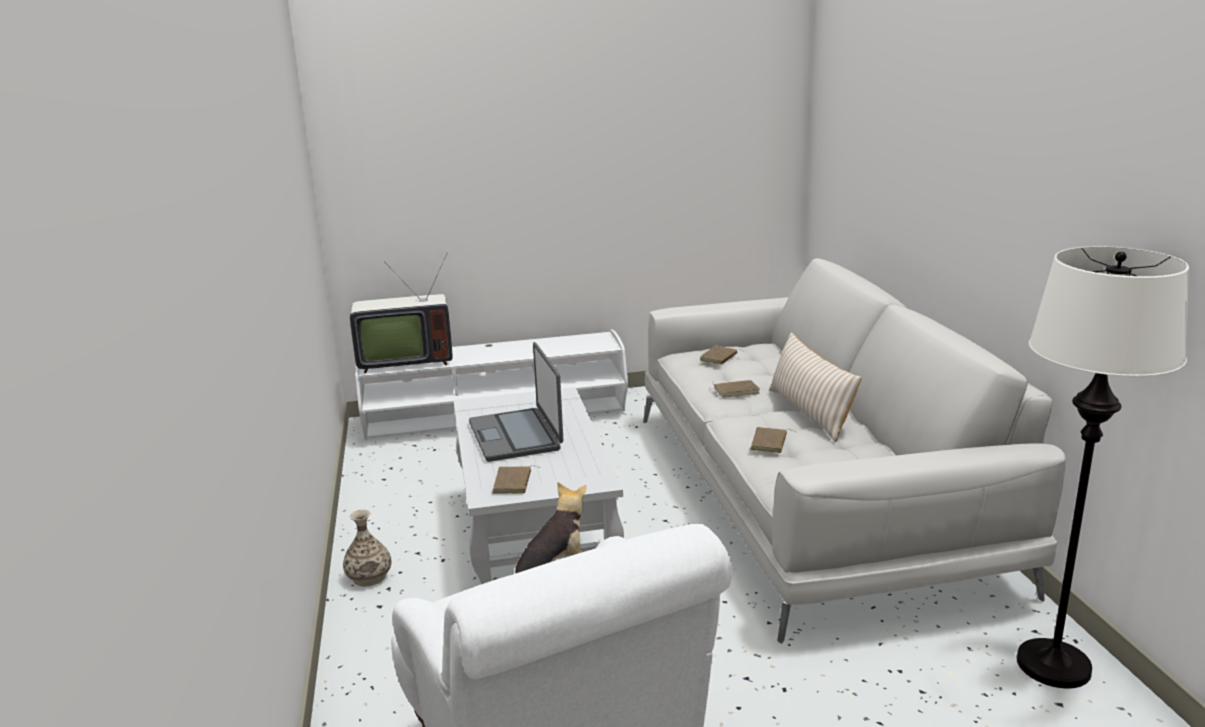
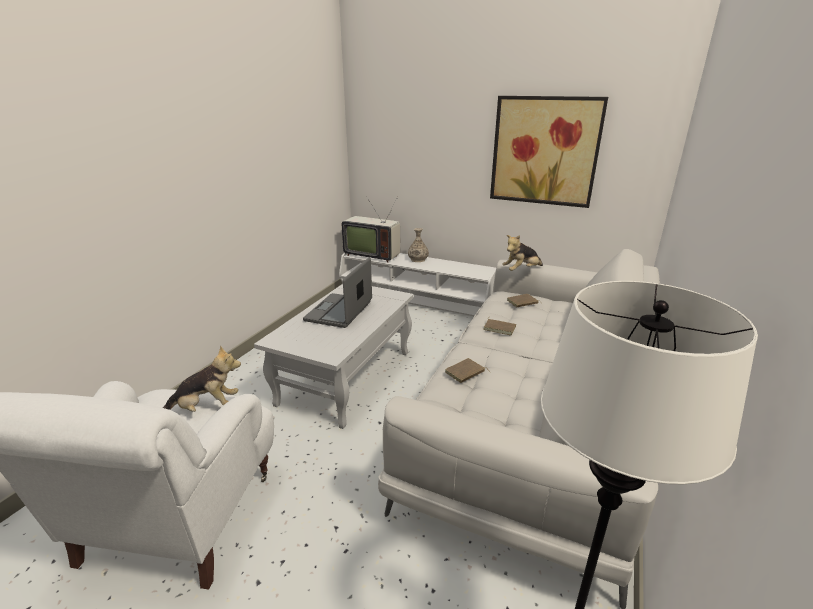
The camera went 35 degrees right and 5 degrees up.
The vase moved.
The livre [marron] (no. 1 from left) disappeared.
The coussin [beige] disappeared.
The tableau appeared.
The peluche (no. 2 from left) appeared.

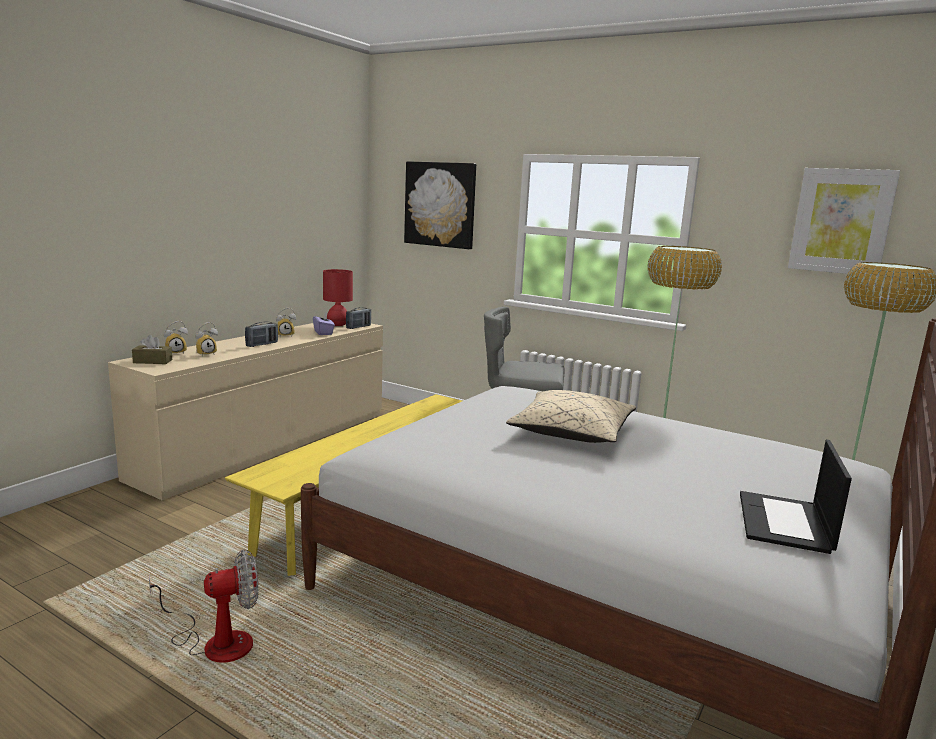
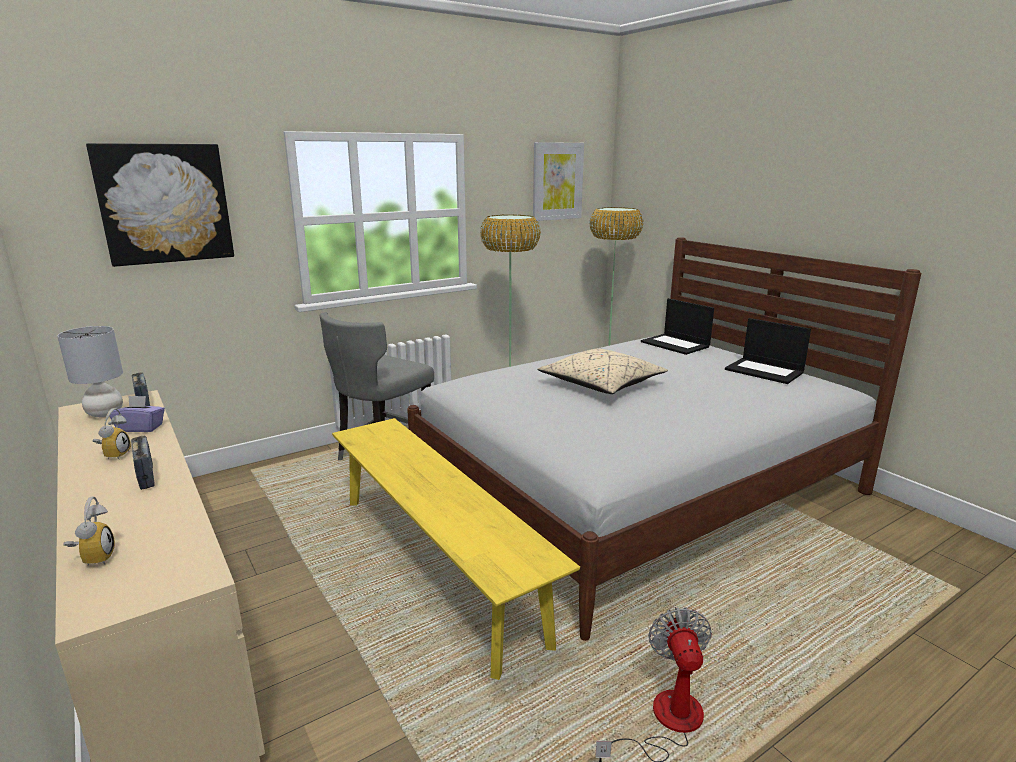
The camera went 65 degrees left and 5 degrees up.
The boîte à mouchoirs [marron] disappeared.
The réveil (no. 2 from left) disappeared.
The lampe de table [rouge] became the lampe de table [gris].
The ordinateur portable (no. 1 from left) appeared.

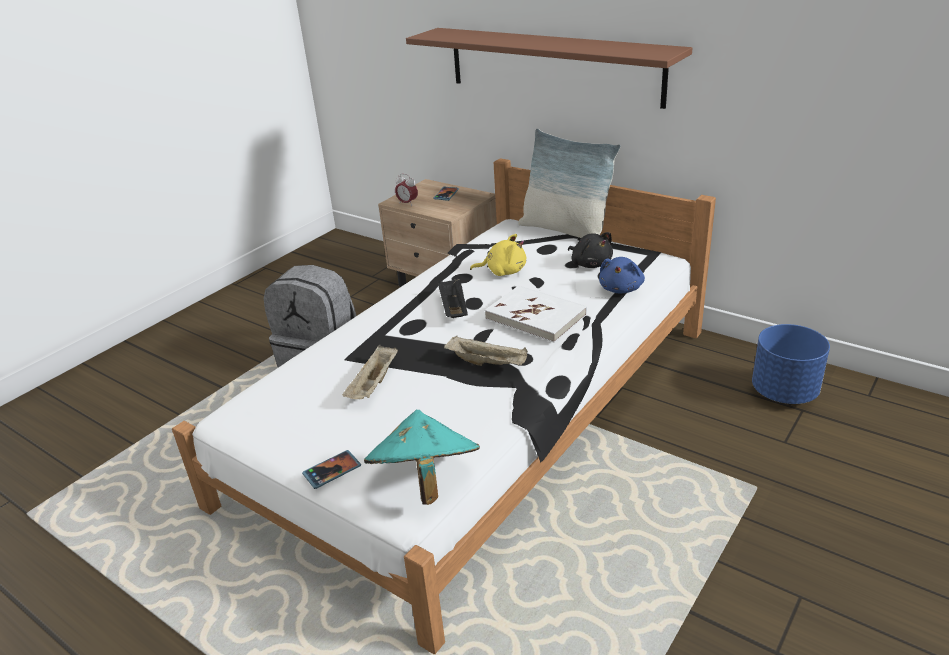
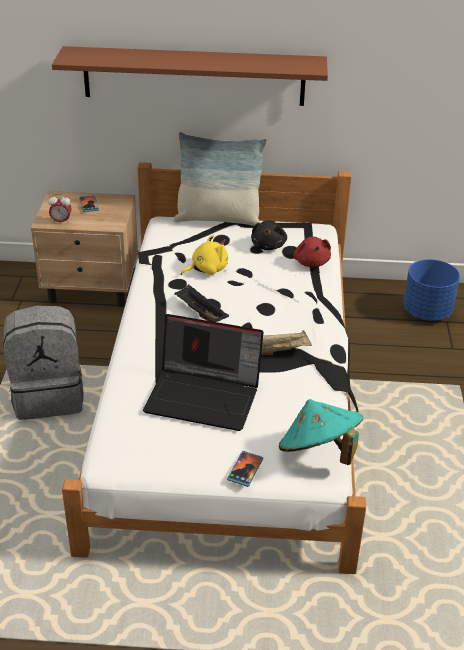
The camera went 35 degrees left and 5 degrees up.
The plateau [beige] (no. 1 from left) was replaced by the ordinateur portable.
The livre [blanc] disappeared.
The peluche [noir] turned 75 degrees clockwise.
The peluche [bleu] became the peluche [rouge].

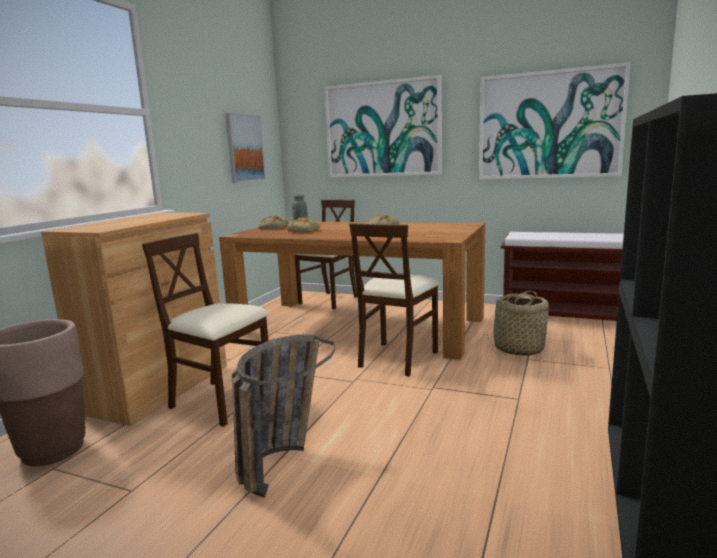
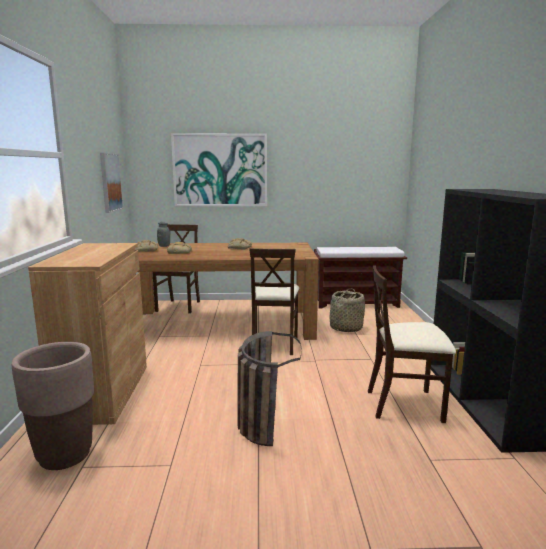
The camera went 25 degrees left and 0 degrees up.
The chaise [beige] (no. 1 from left in the first image) moved.
The tableau (no. 3 from left) disappeared.

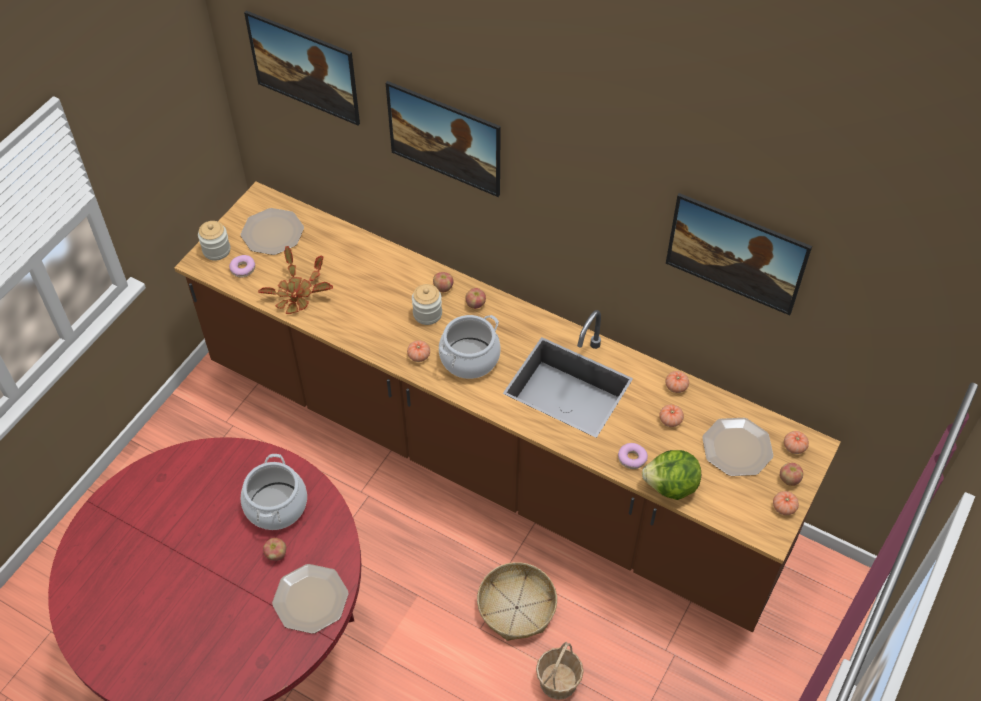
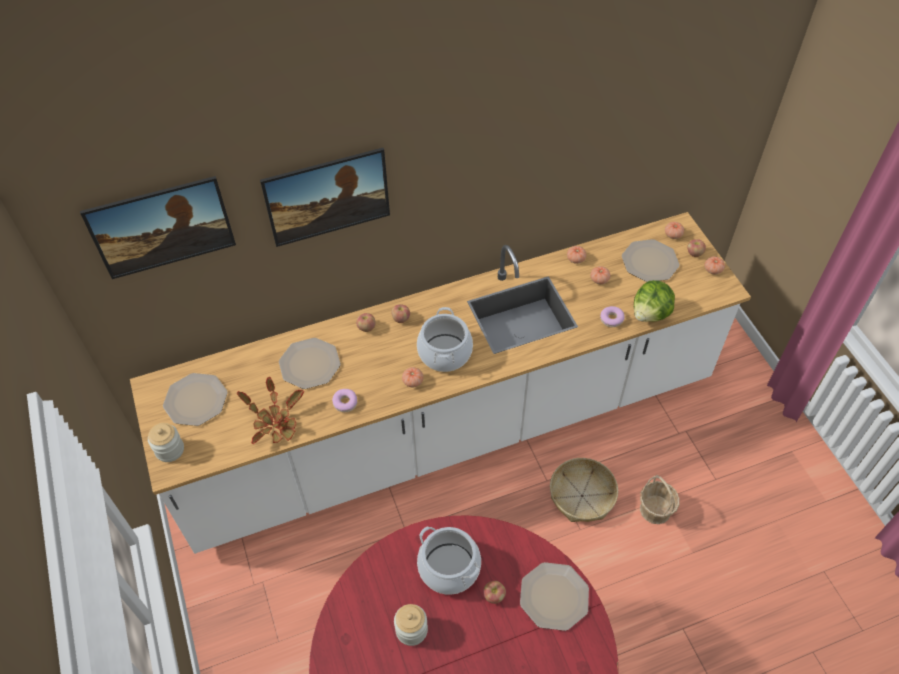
The camera went 50 degrees left and 0 degrees up.
The comptoir de cuisine [marron] became the comptoir de cuisine [blanc].
The beignet (no. 1 from left) moved.
The bocal (no. 2 from left) moved.
The tableau (no. 3 from left) disappeared.
The assiette (no. 2 from left) appeared.

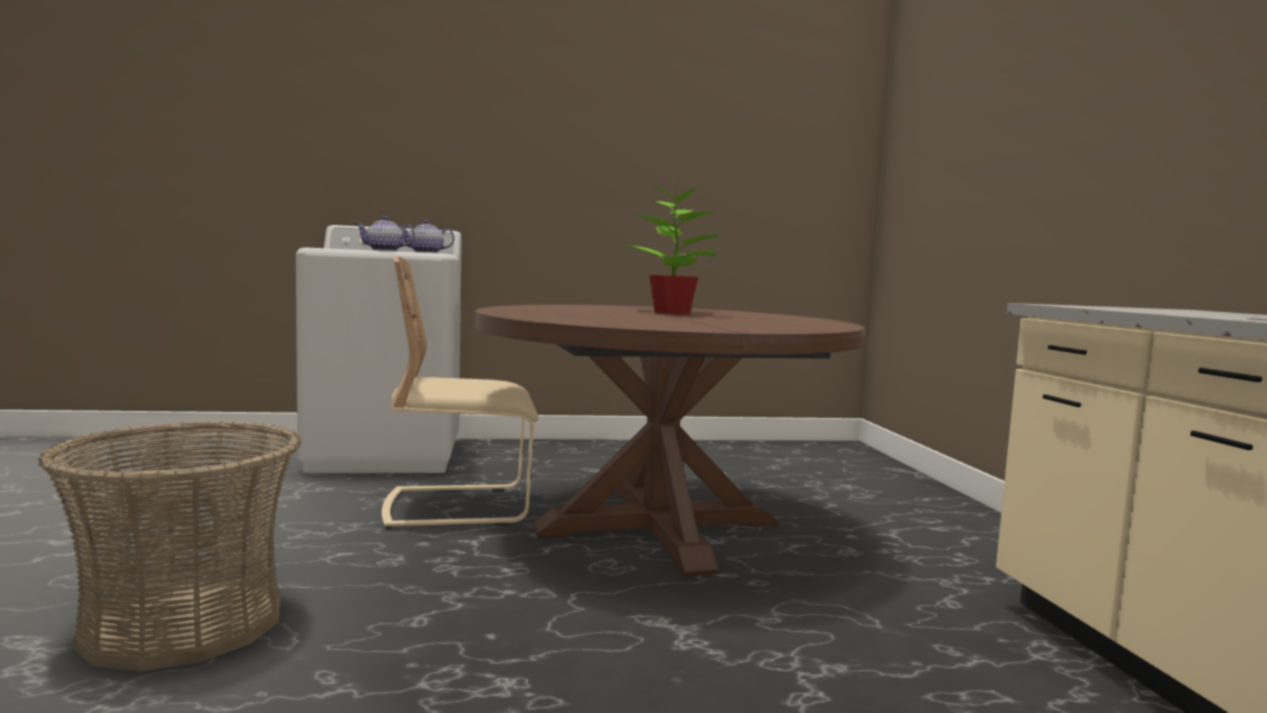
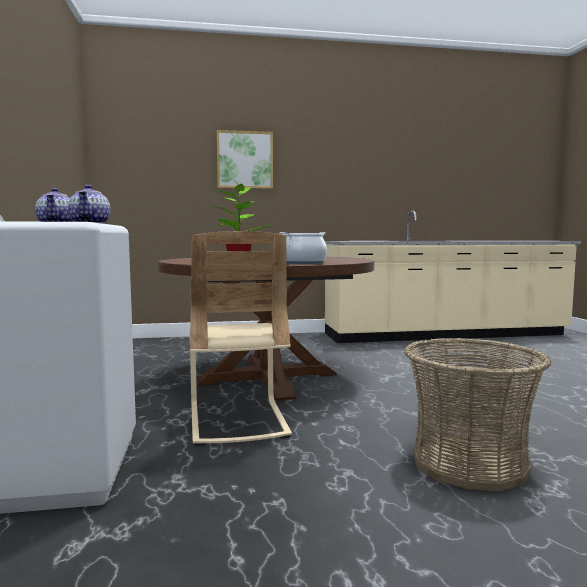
The camera went 90 degrees left and 0 degrees up.
The tableau appeared.
The marmite appeared.

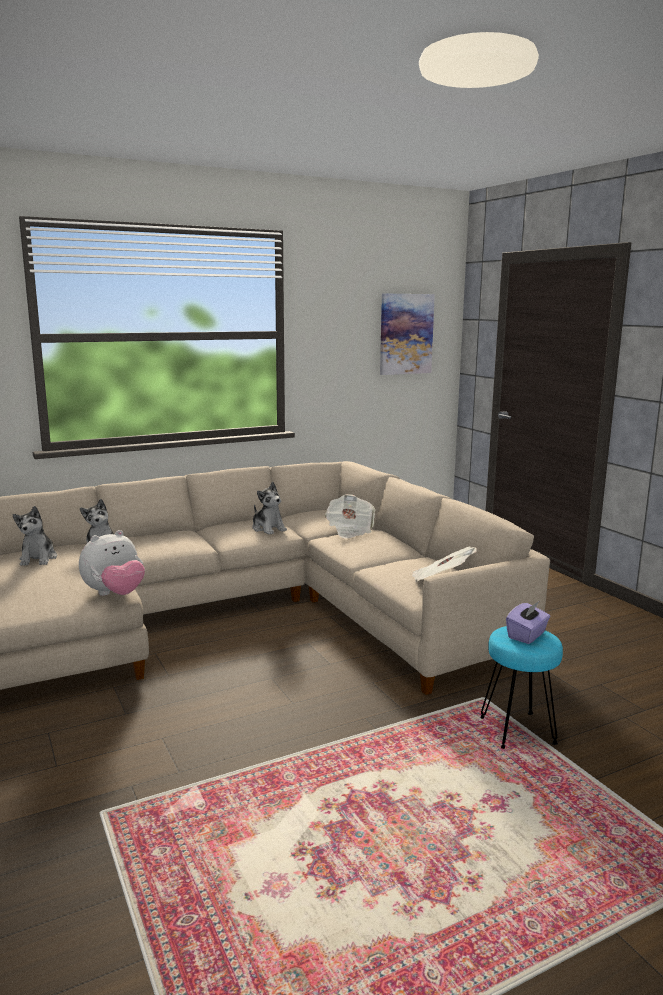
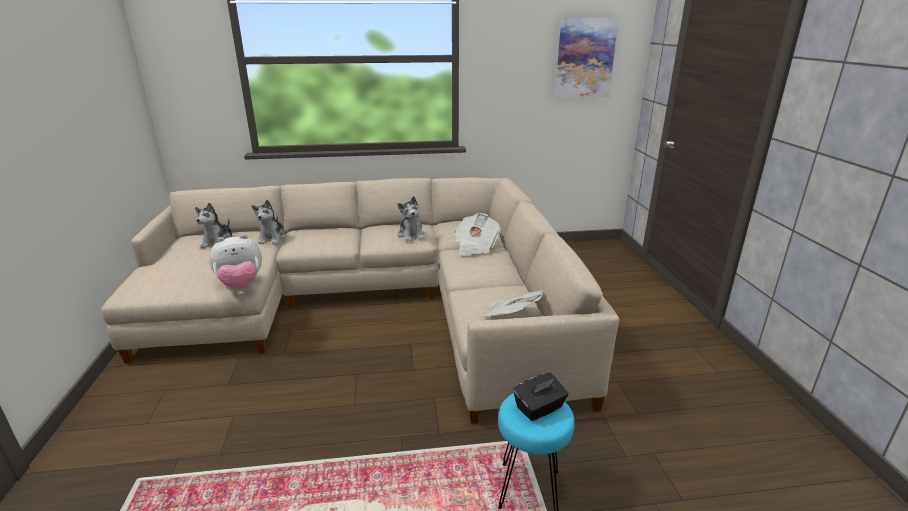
The camera went 20 degrees right and 10 degrees up.
The boîte à mouchoirs [violet] became the boîte à mouchoirs [noir].

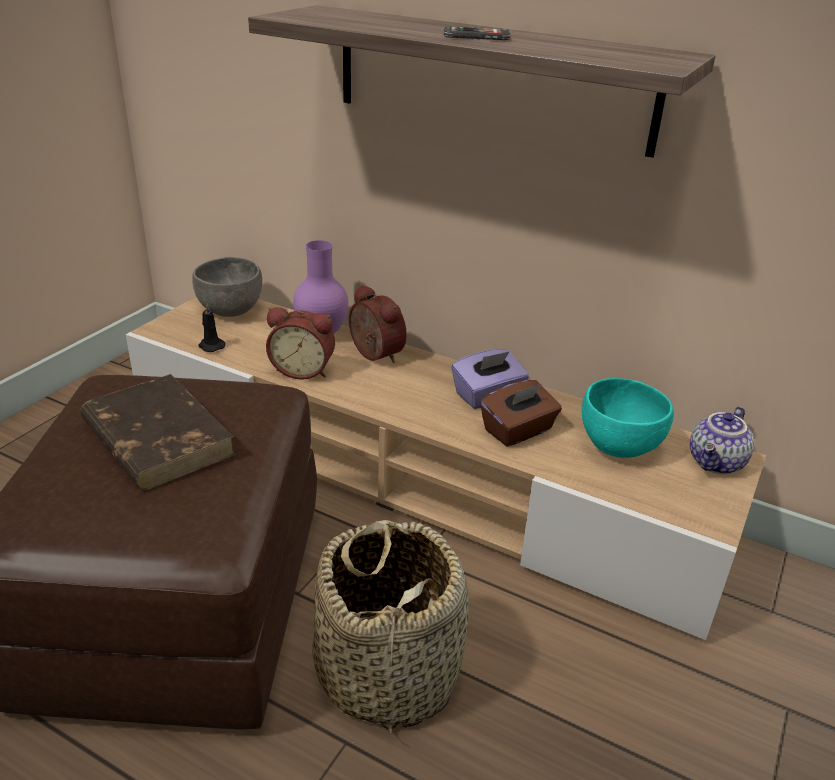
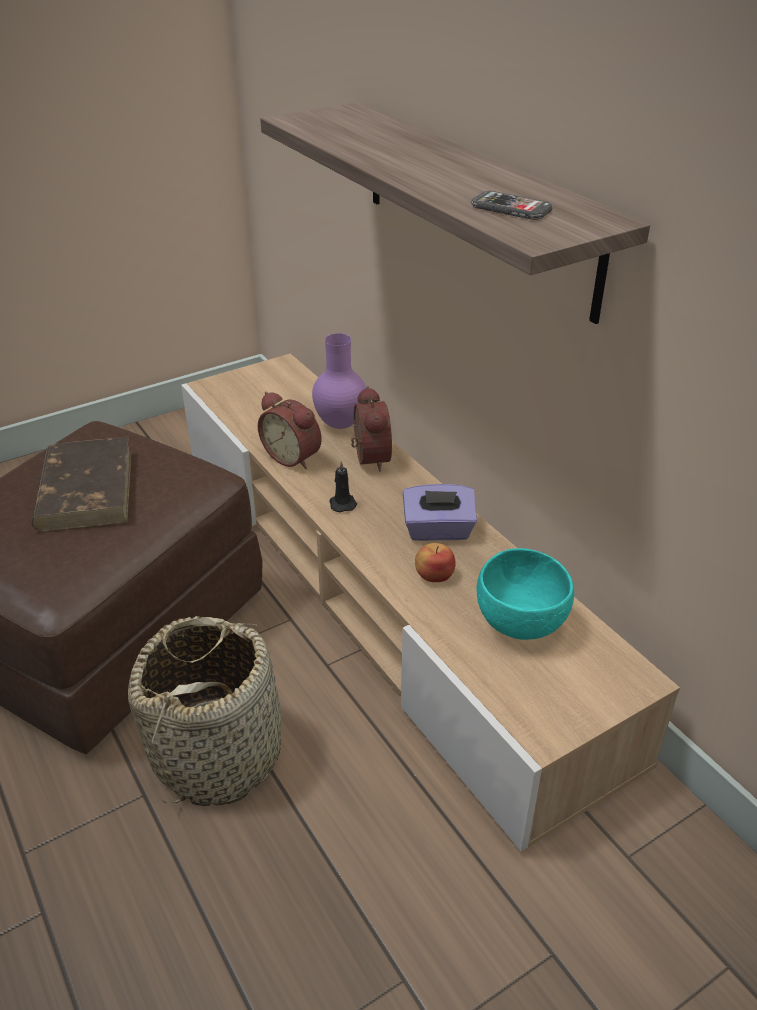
The camera went 30 degrees right and 5 degrees up.
The bol [gris] disappeared.
The bougie [noir] moved.
The téléphone moved.
The boîte à mouchoirs [marron] was replaced by the pomme.
The théière disappeared.

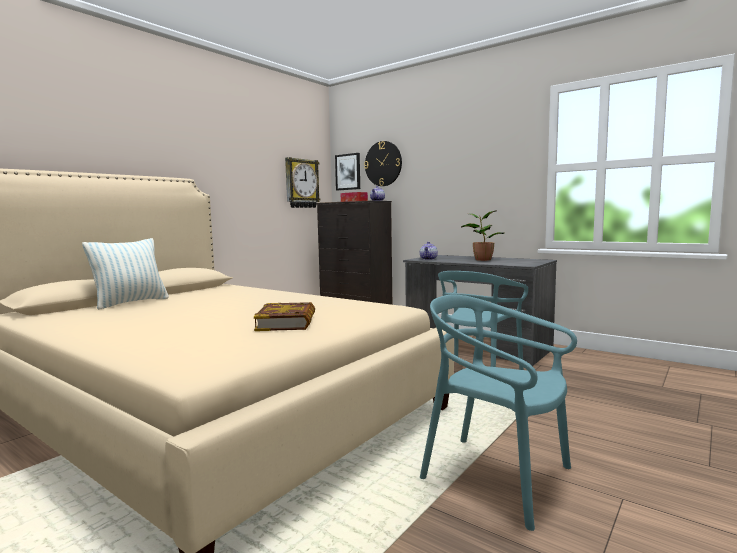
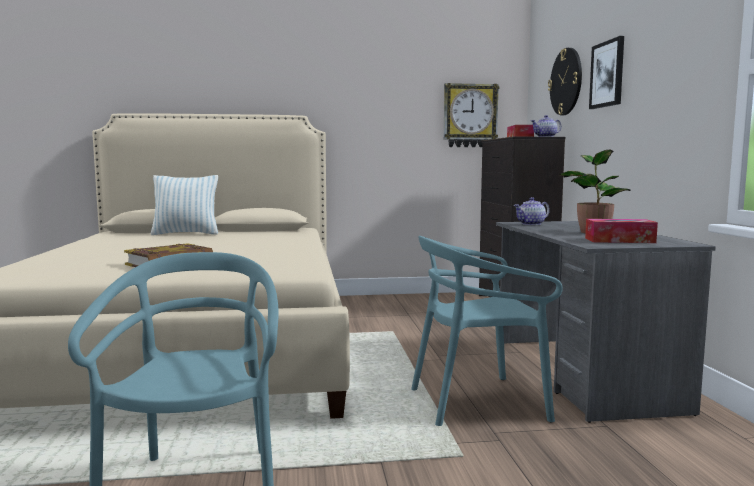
The camera went 45 degrees right and 0 degrees up.
The tableau moved.
The boîte à mouchoirs (no. 2 from left) appeared.

